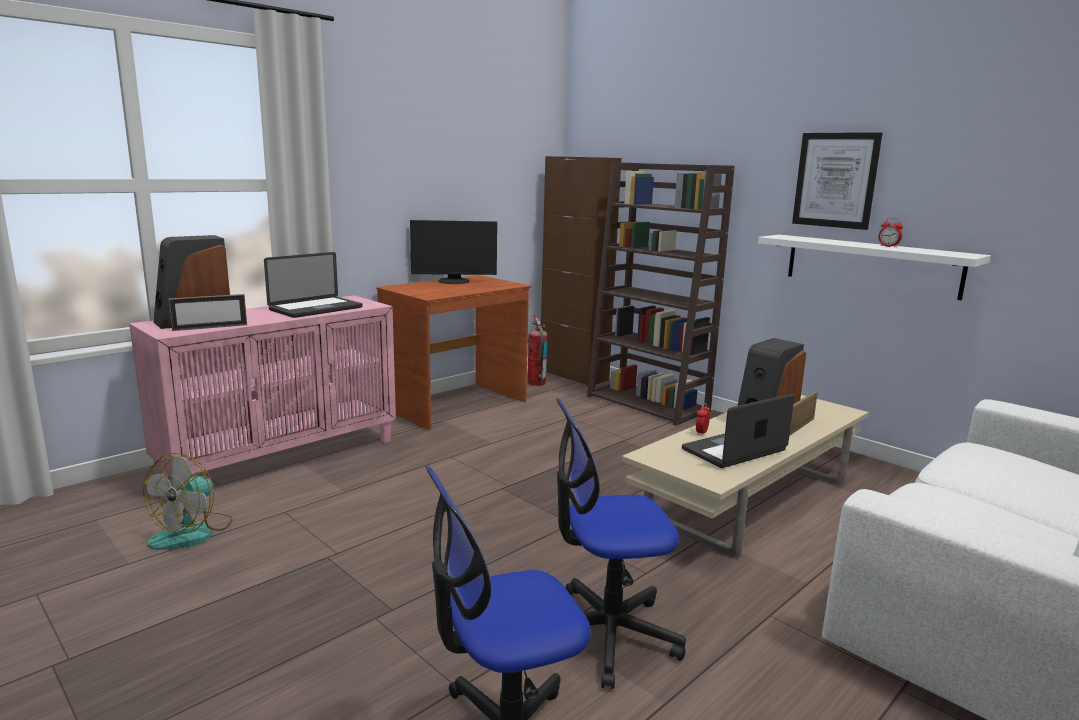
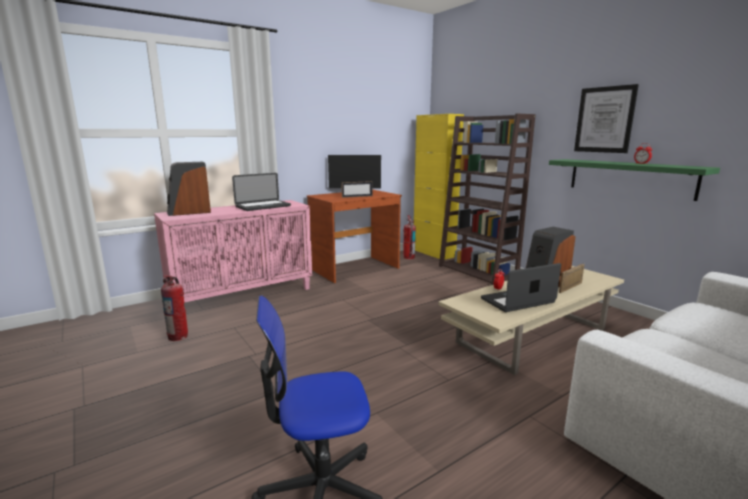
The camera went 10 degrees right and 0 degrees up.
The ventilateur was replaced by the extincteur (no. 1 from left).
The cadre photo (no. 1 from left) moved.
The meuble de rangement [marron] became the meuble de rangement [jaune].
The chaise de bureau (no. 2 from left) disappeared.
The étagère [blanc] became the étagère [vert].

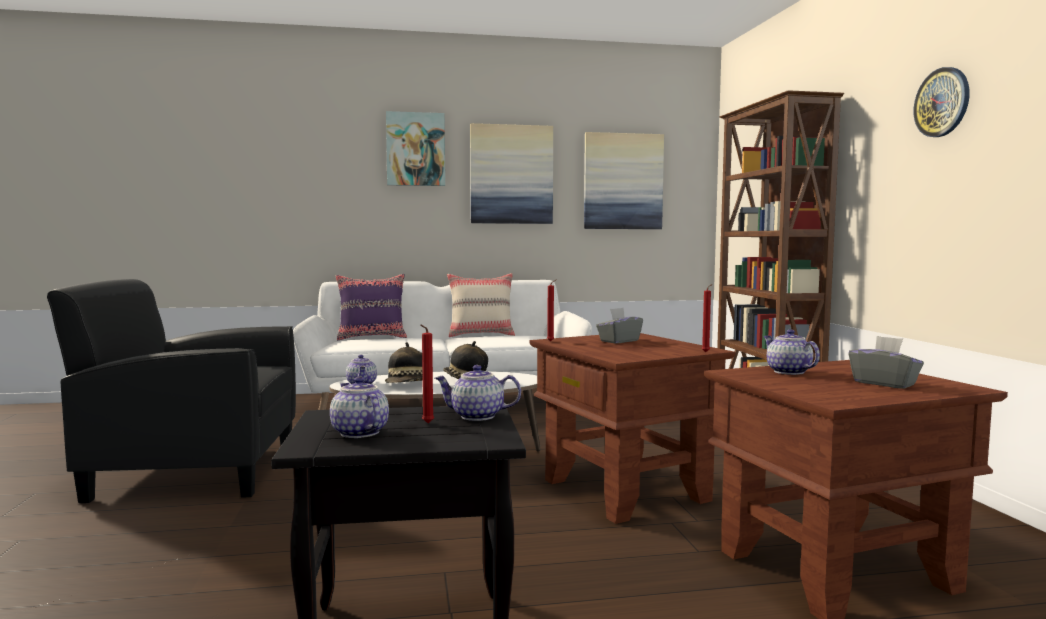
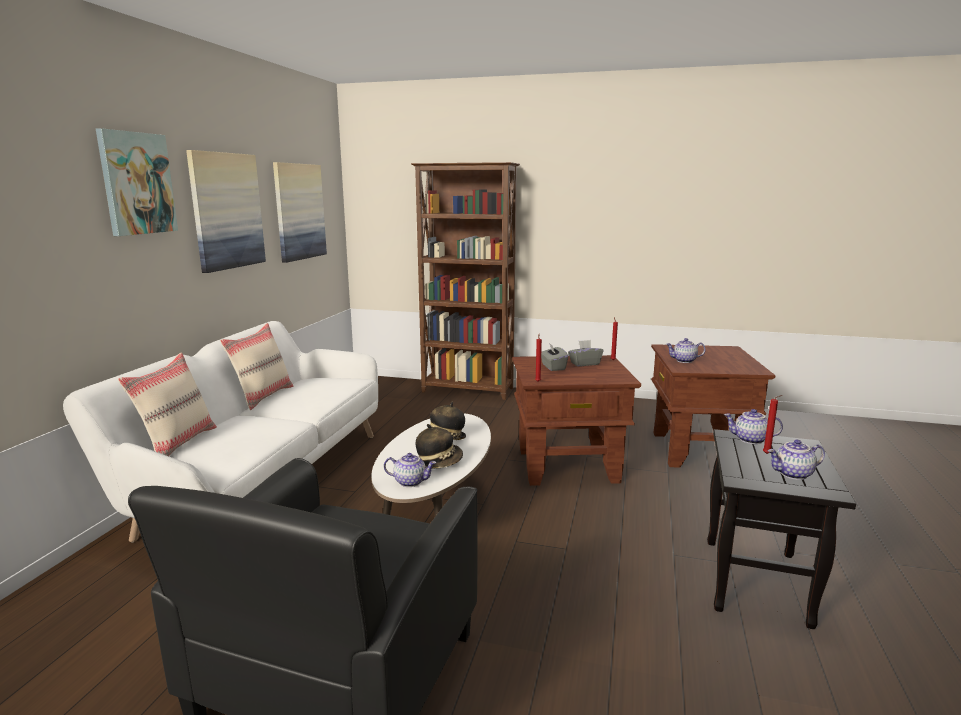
The camera went 65 degrees left and 10 degrees up.
The coussin [violet] became the coussin [beige] (no. 1 from left).
The théière (no. 3 from left) turned 75 degrees clockwise.
The boîte à mouchoirs [gris] (no. 2 from left) moved.
The horloge murale disappeared.

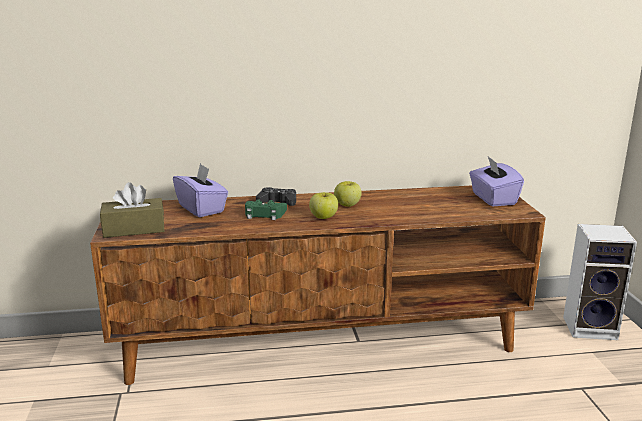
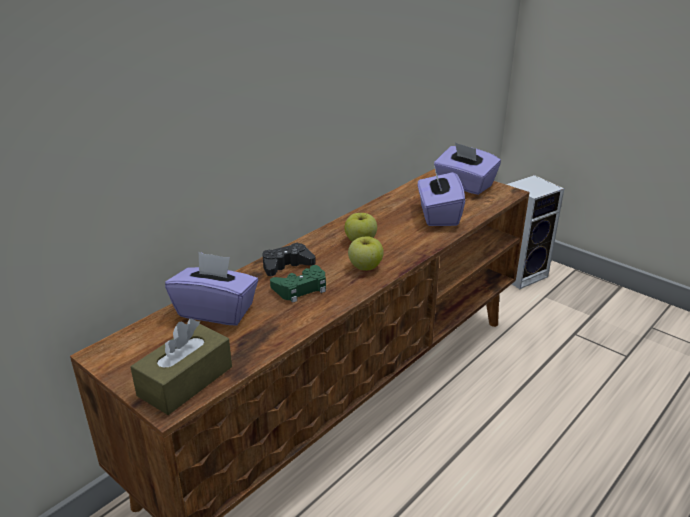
The camera went 40 degrees left and 10 degrees up.
The boîte à mouchoirs [violet] (no. 2 from left) appeared.

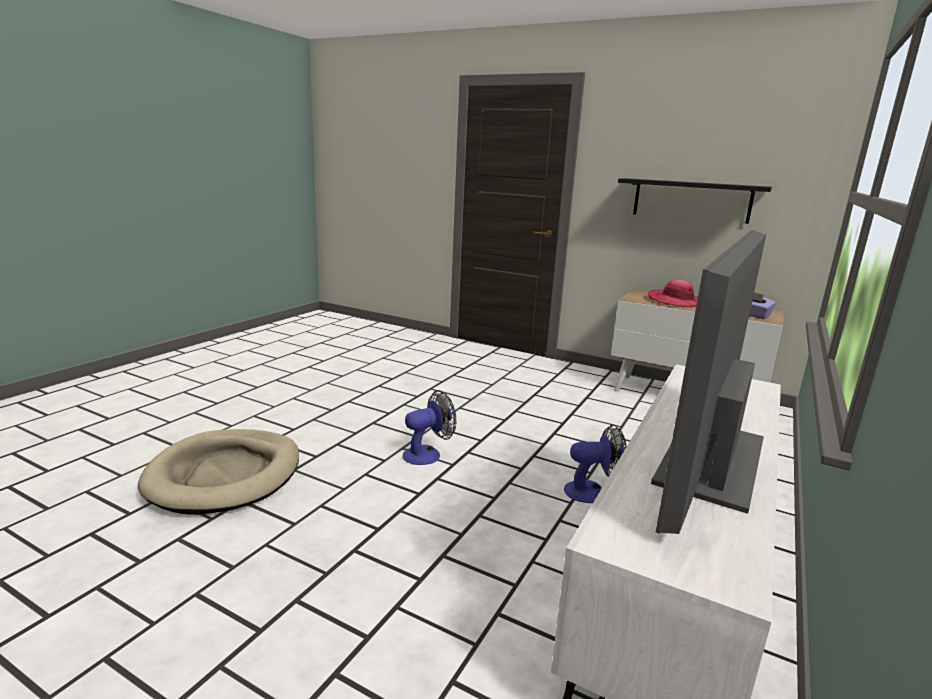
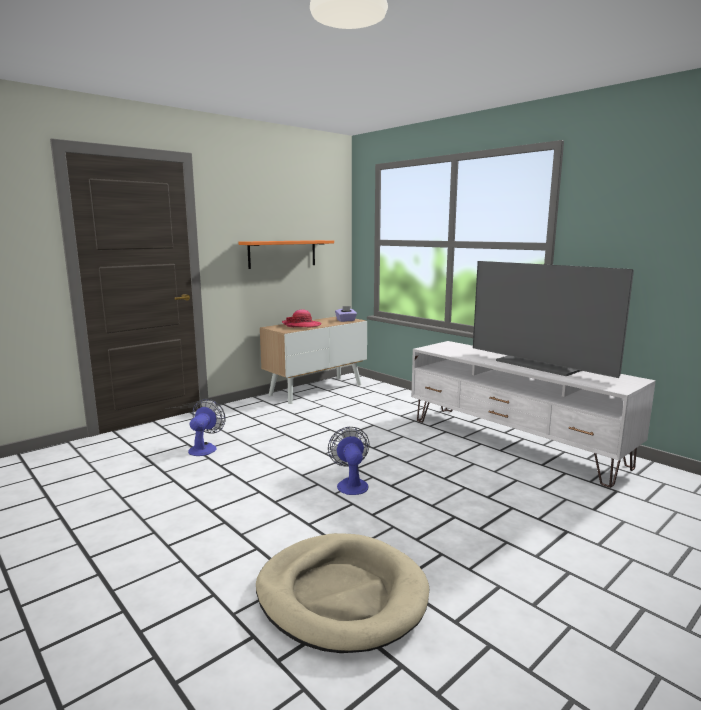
The camera went 70 degrees left and 5 degrees down.
The ventilateur (no. 2 from left in the first image) moved.
The étagère [noir] became the étagère [orange].

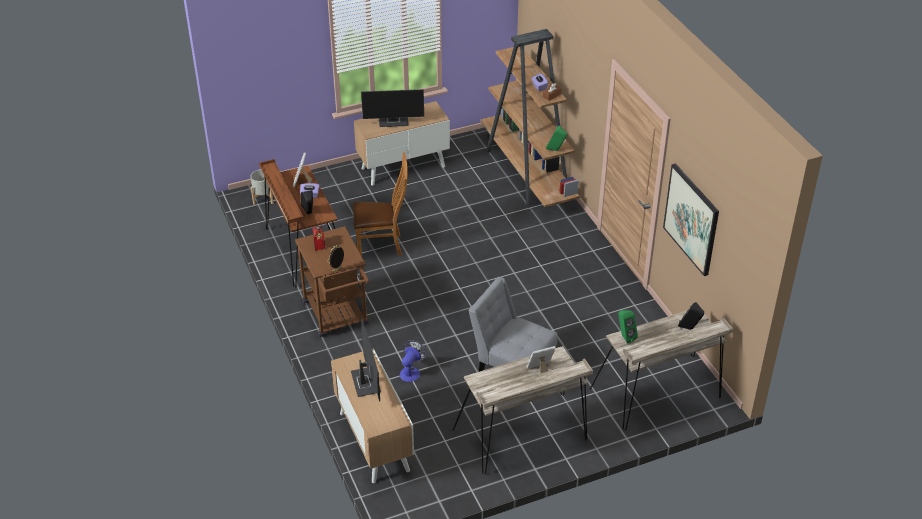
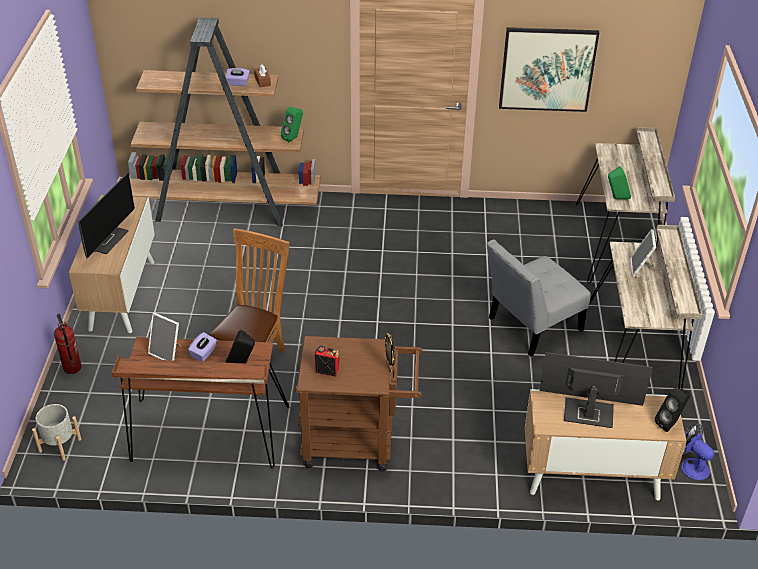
The camera went 65 degrees left and 0 degrees up.
The ventilateur moved.
The enceinte [noir] (no. 2 from left) moved.
The extincteur appeared.

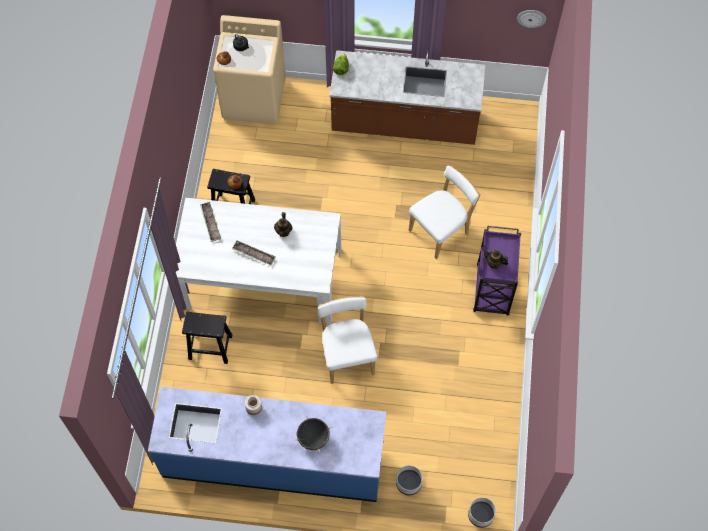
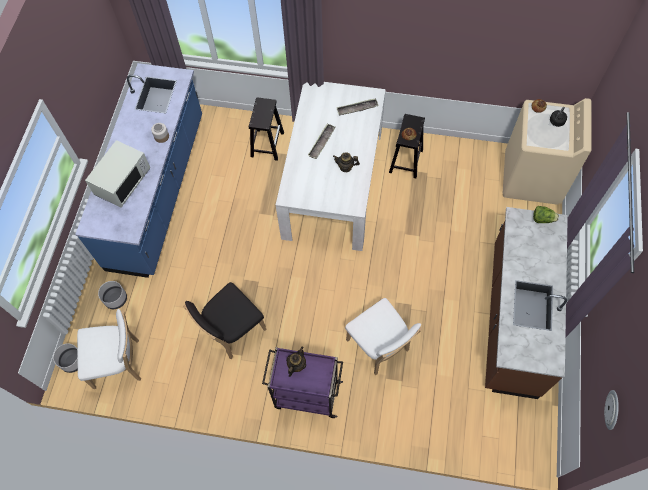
The camera went 95 degrees right and 0 degrees up.
The marmite [noir] was replaced by the micro-ondes [blanc].
The chaise [blanc] (no. 1 from left) moved.
The chaise [noir] appeared.

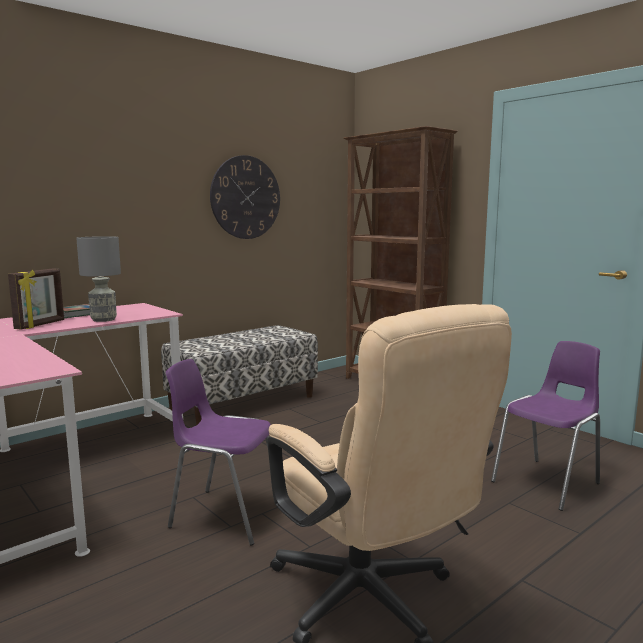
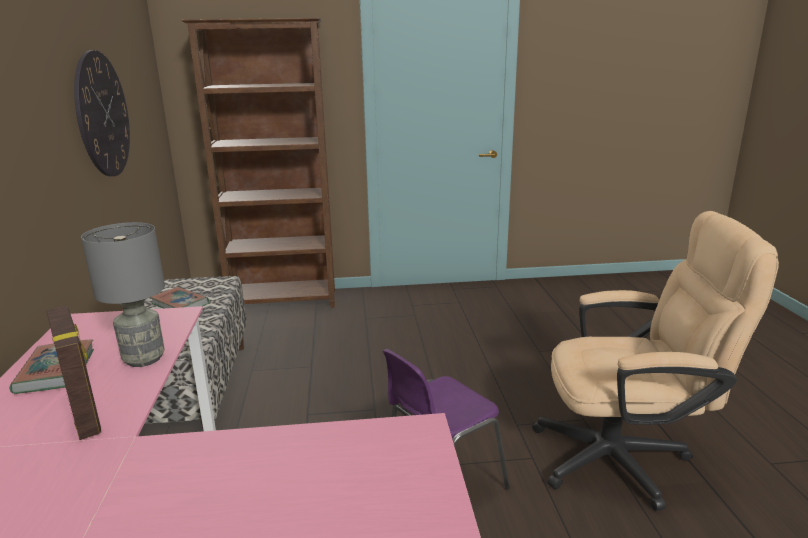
The camera went 55 degrees left and 10 degrees up.
The chaise [violet] (no. 2 from left) disappeared.
The livre (no. 2 from left) appeared.

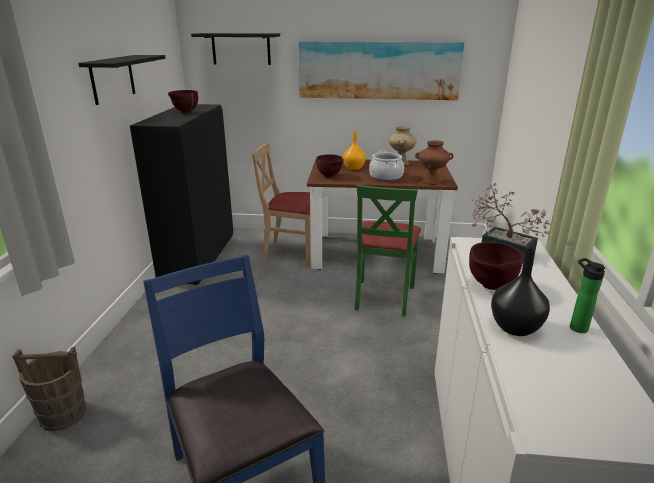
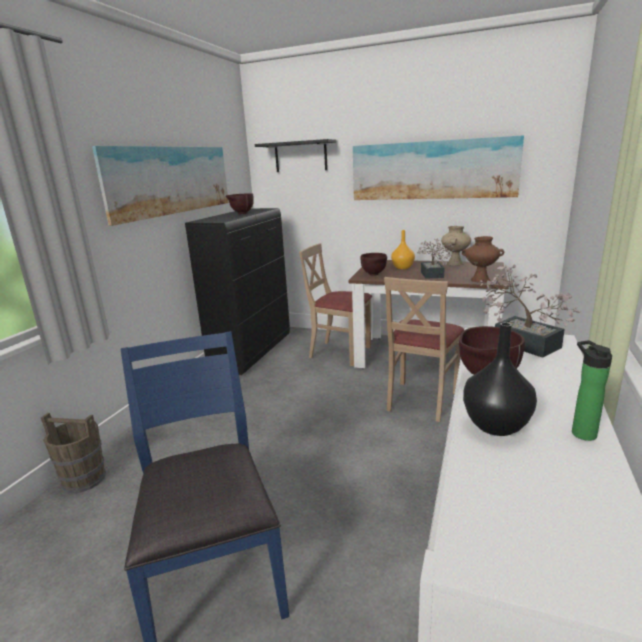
The camera went 15 degrees right and 5 degrees down.
The étagère [noir] (no. 1 from left) was replaced by the tableau (no. 1 from left).
The chaise [vert] became the chaise [beige] (no. 2 from left).
The marmite was replaced by the plante en pot (no. 1 from left).

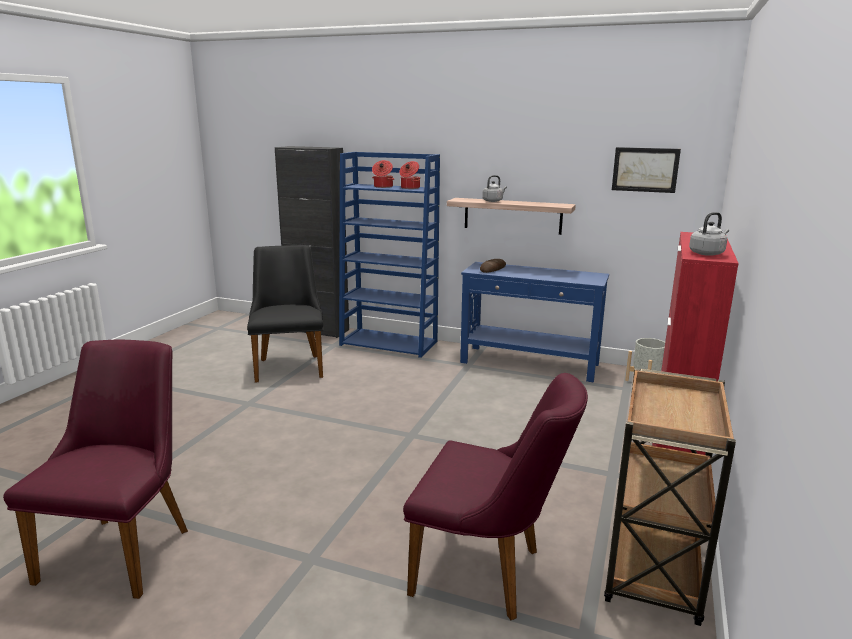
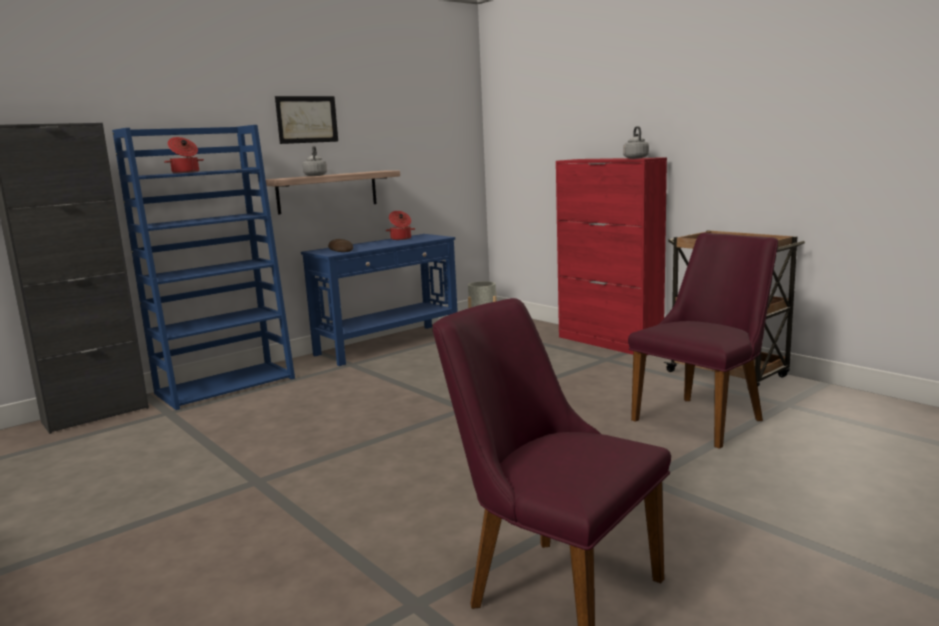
The camera went 60 degrees left and 5 degrees down.
The chaise [noir] disappeared.
The marmite (no. 2 from left) moved.
The tableau moved.

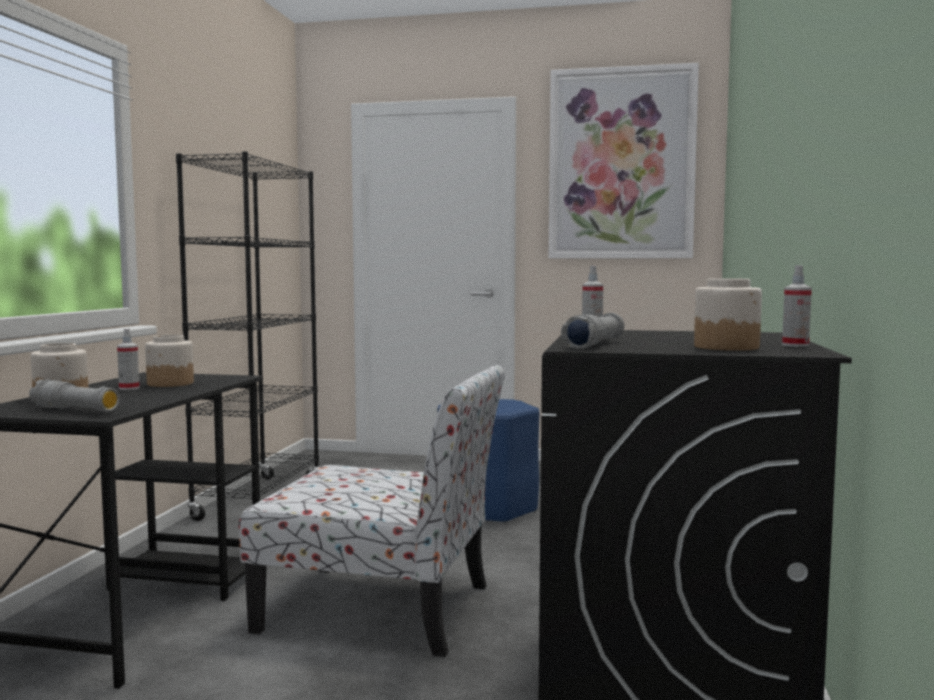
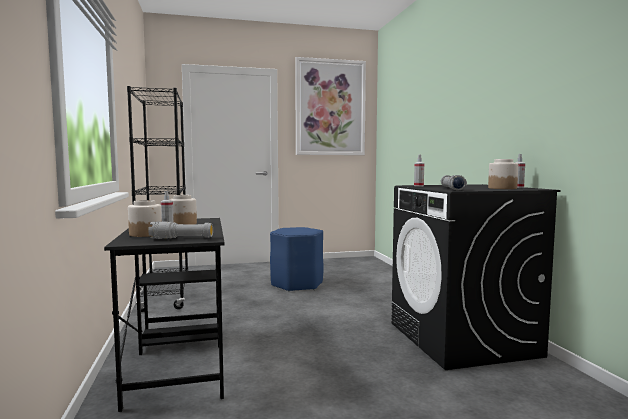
The camera went 25 degrees left and 0 degrees up.
The chaise disappeared.

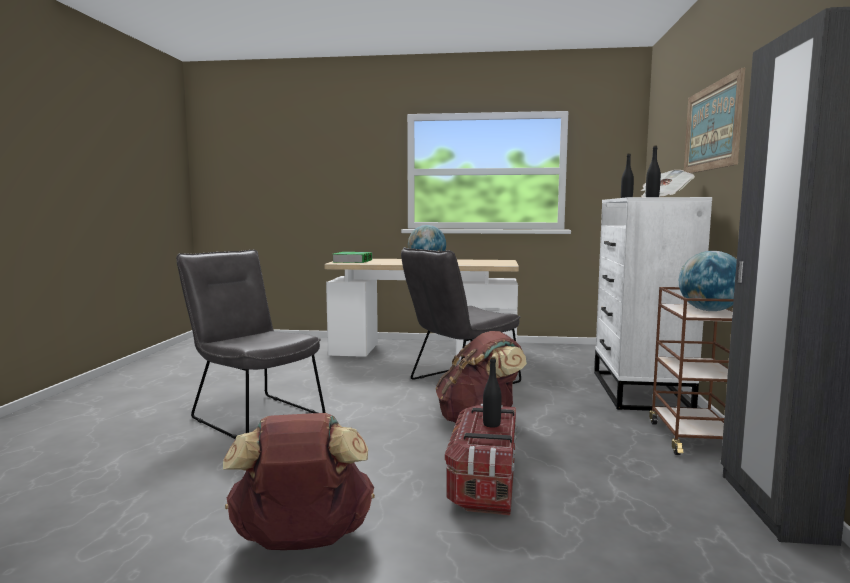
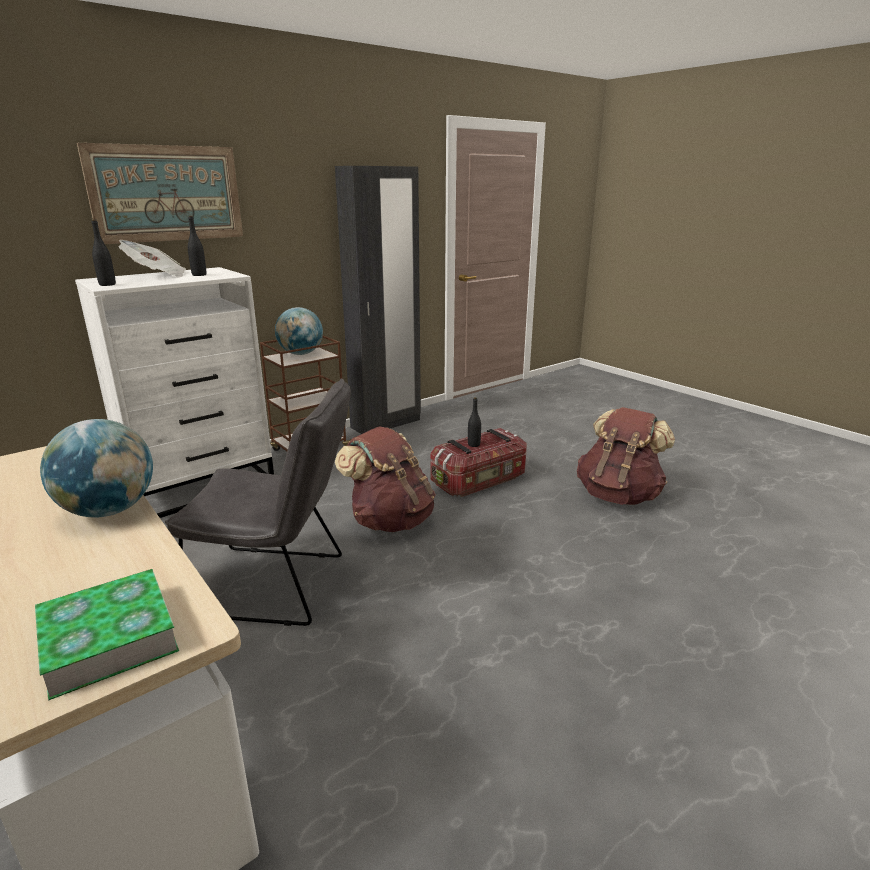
The camera went 135 degrees left and 15 degrees up.
The chaise [gris] (no. 1 from left) disappeared.

